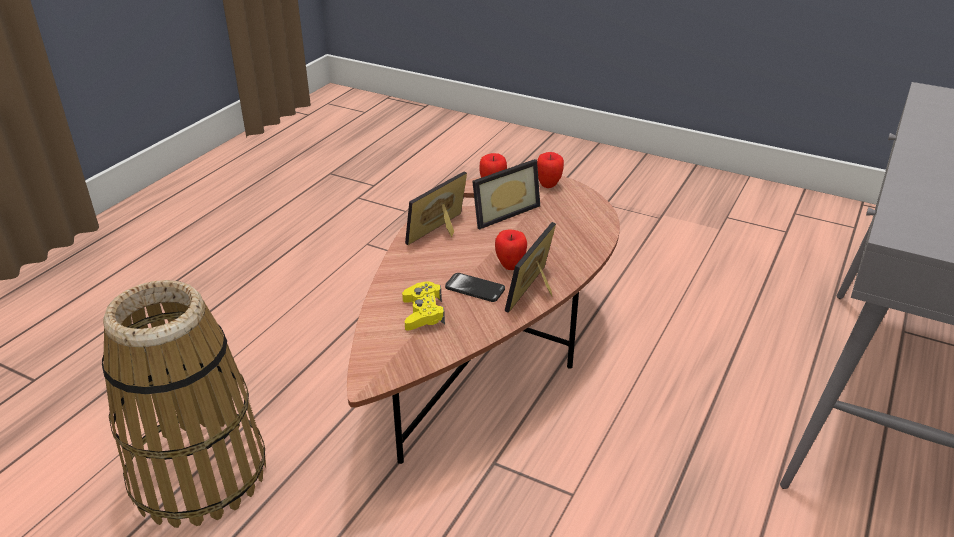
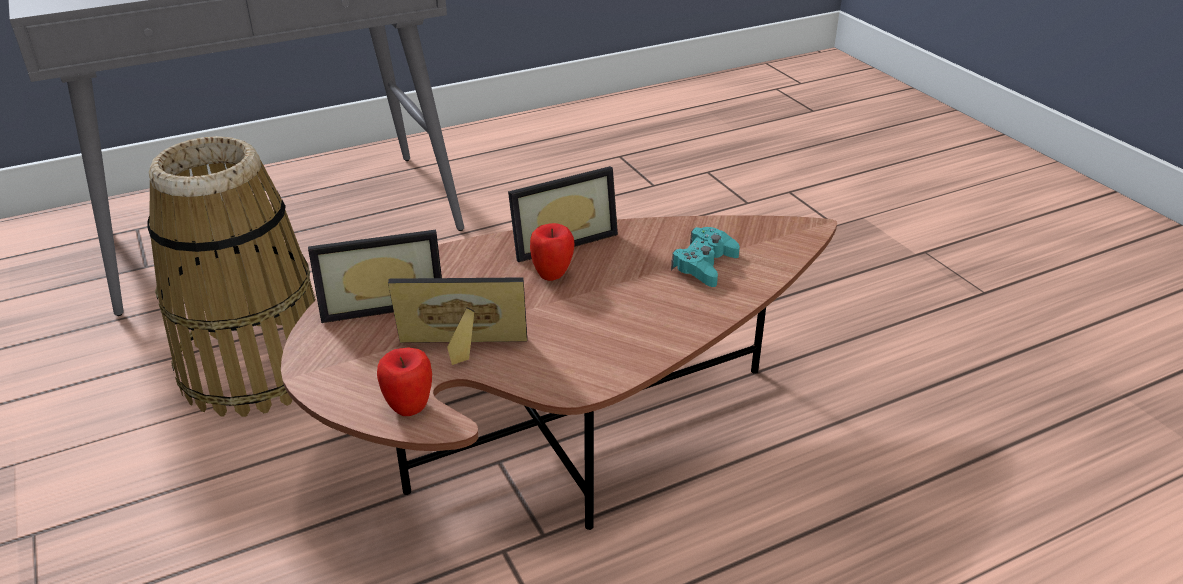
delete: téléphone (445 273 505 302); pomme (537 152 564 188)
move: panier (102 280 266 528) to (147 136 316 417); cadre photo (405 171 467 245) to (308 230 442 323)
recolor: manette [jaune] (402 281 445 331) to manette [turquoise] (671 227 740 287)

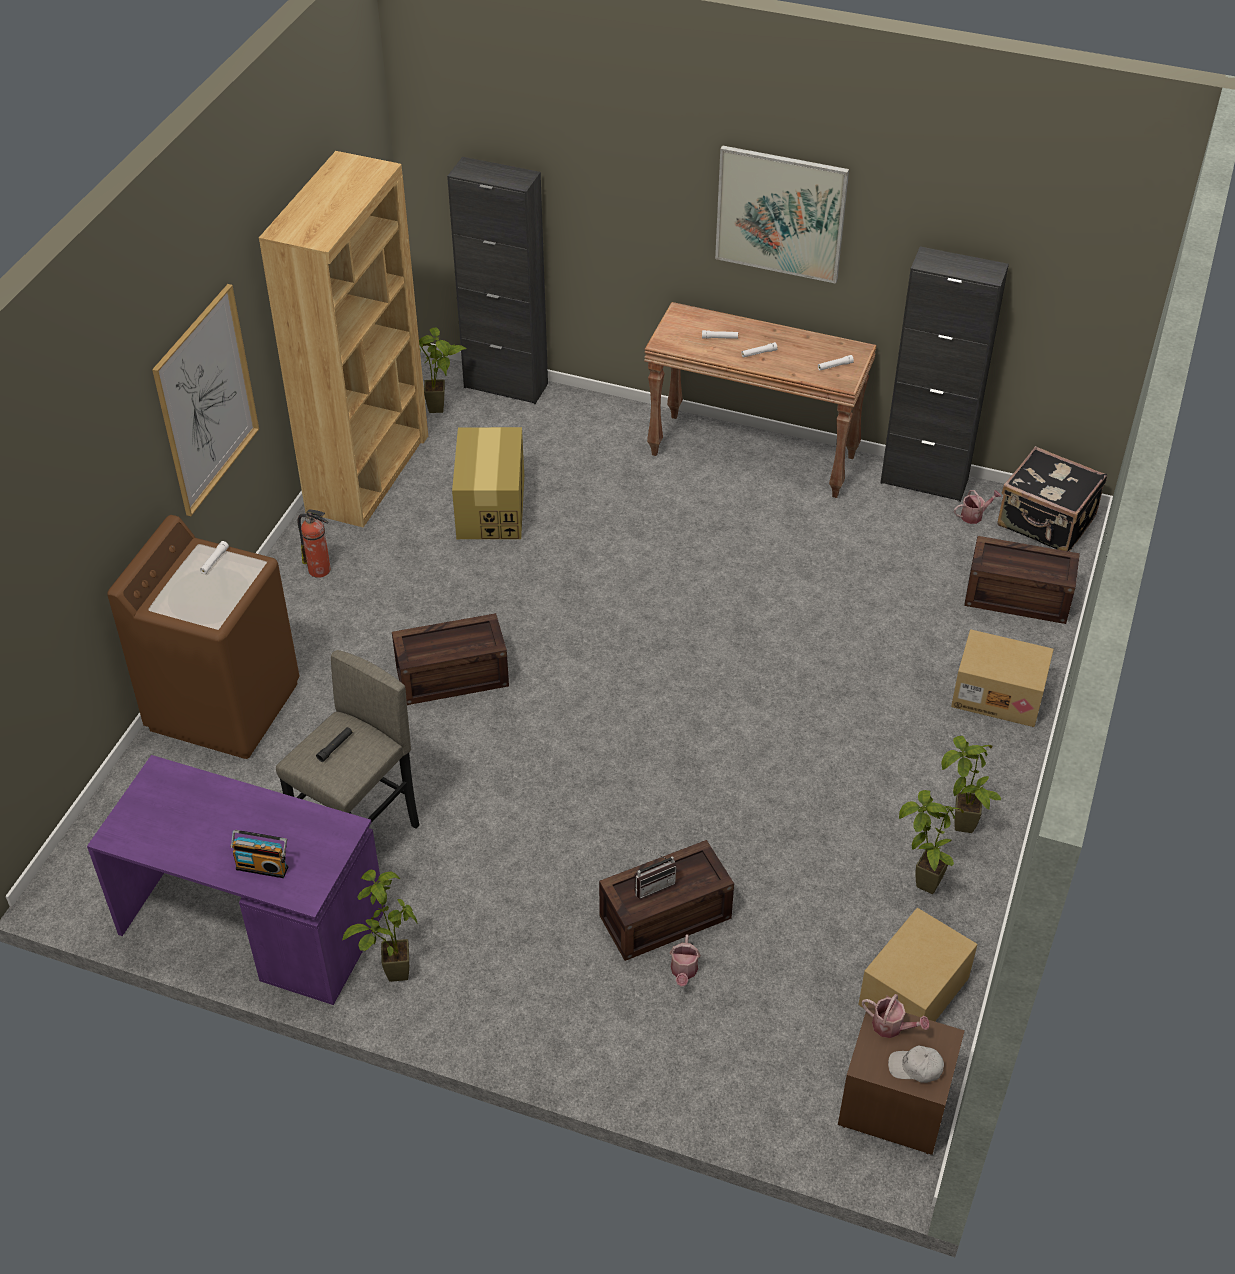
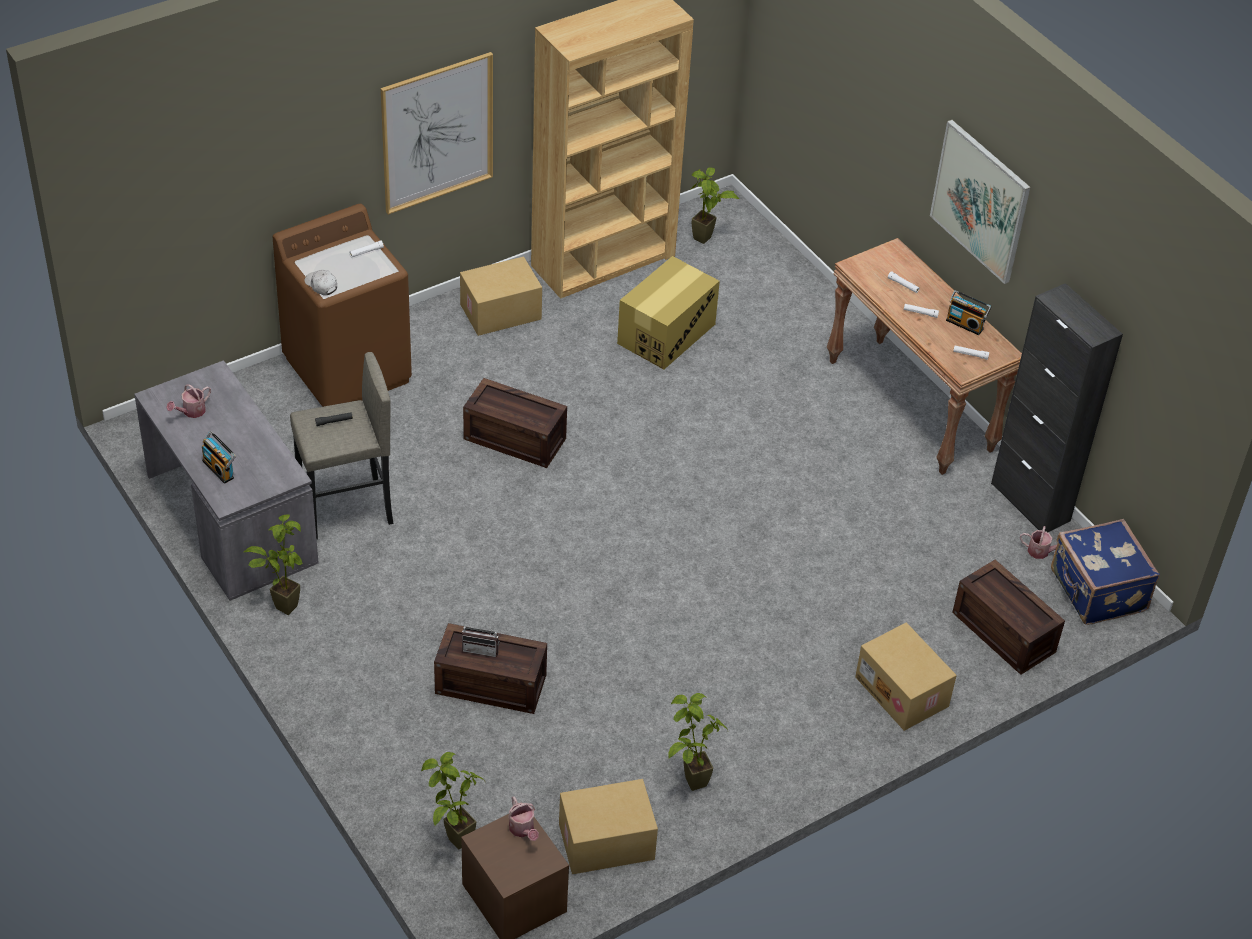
delete: meuble de rangement [noir] (447 157 548 404)
insert: radio (946 290 991 335)
move: arrosoir (670 934 700 987) to (167 384 211 418); casquette [blanc] (888 1045 944 1083) to (304 270 337 296); plante en pot (942 736 1001 833) to (421 752 486 849)
replace: extincteur (298 509 331 578) to carton (460 257 542 336)
recolor: bureau [violet] (87 755 385 1005) to bureau [gris] (134 360 319 601); valise [noir] (997 446 1107 552) to valise [bleu] (1051 519 1160 625)

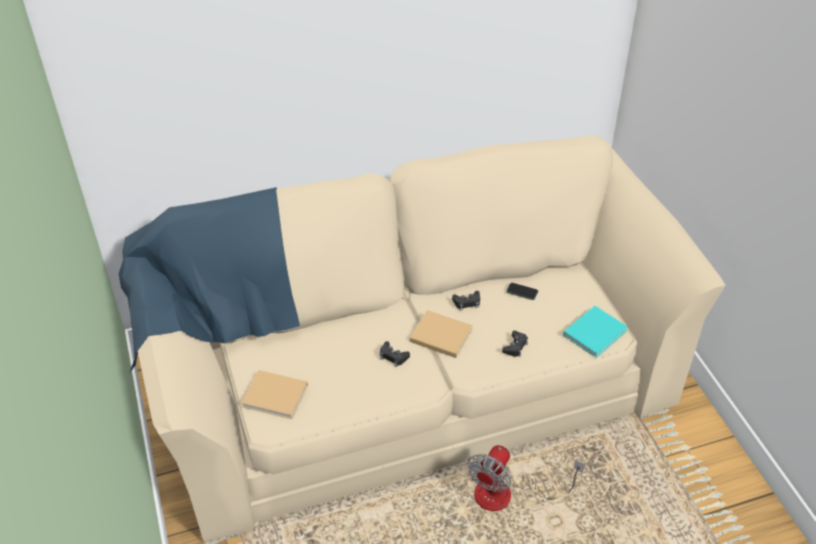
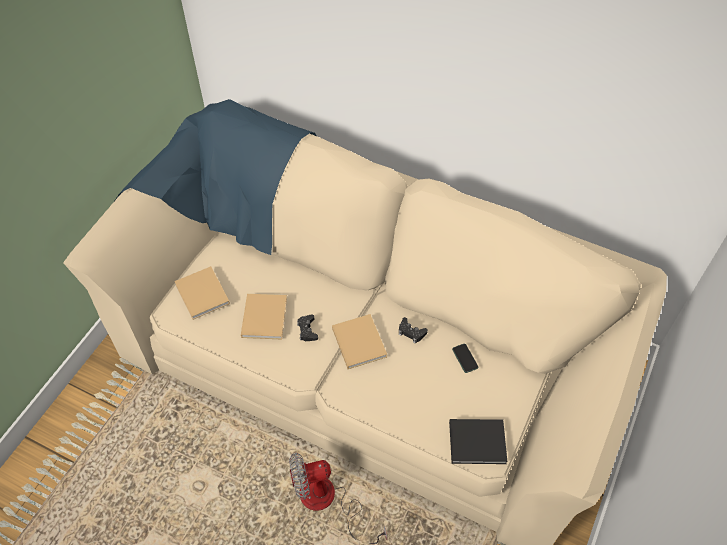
delete: manette [noir] (502 331 528 357)
insert: livre [beige] (241 294 287 340)
recolor: livre [turquoise] (563 306 628 358) to livre [noir] (449 419 507 464)

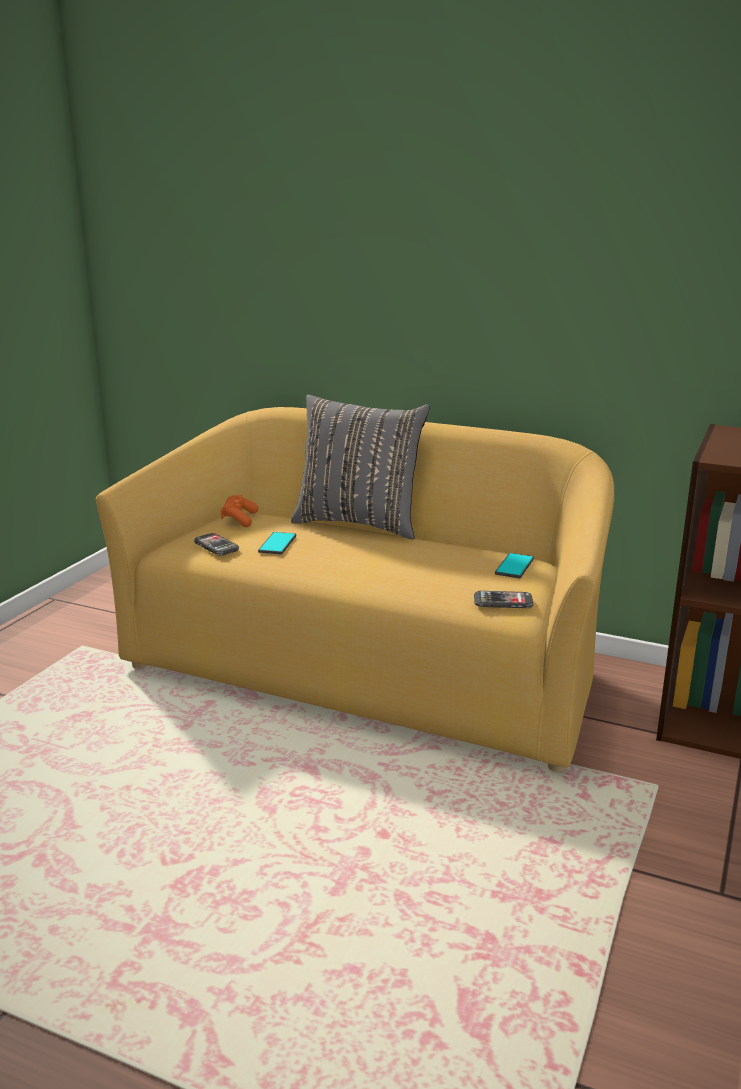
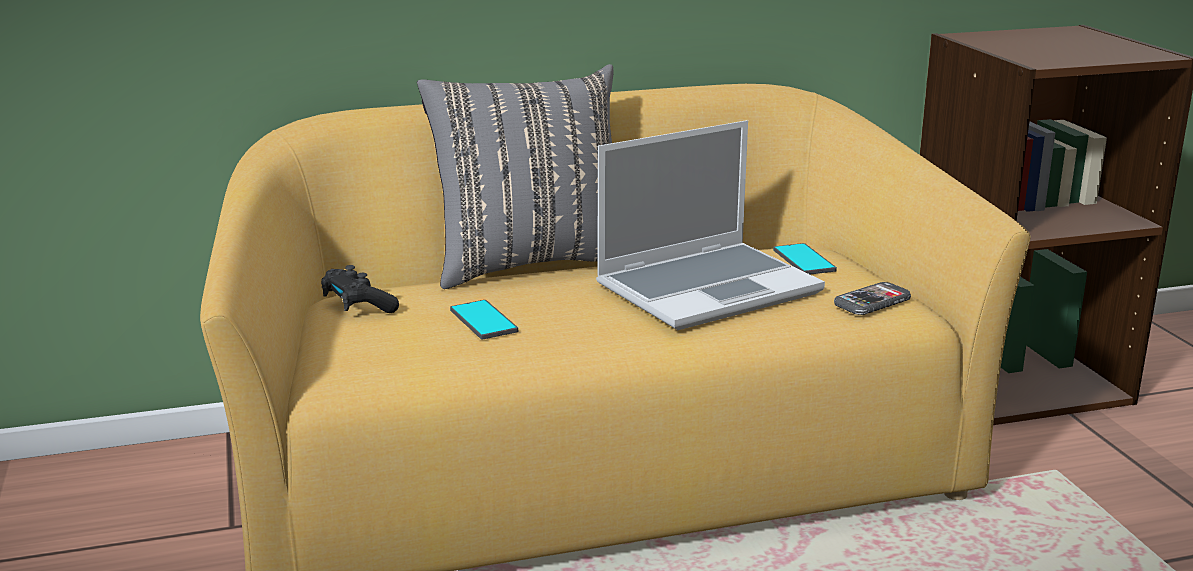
delete: téléphone (194 533 239 555)
insert: ordinateur portable (596 120 825 330)
recolor: manette [orange] (220 495 258 527) to manette [noir] (321 265 399 313)

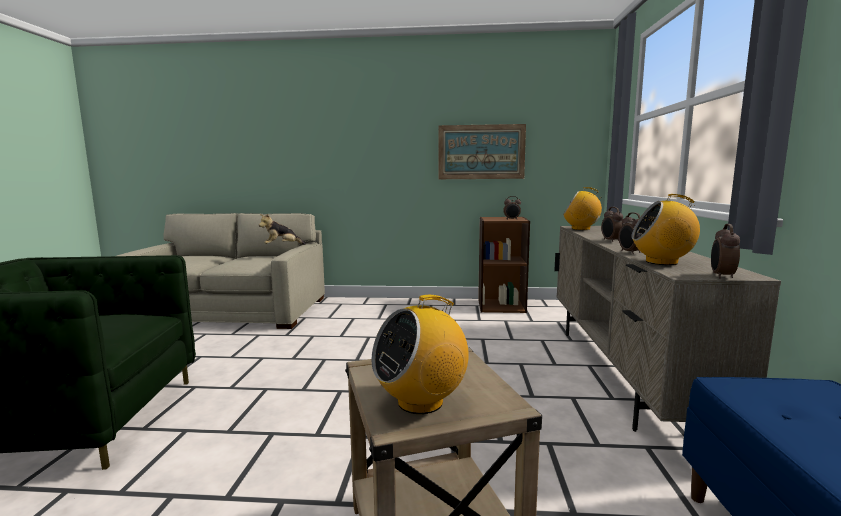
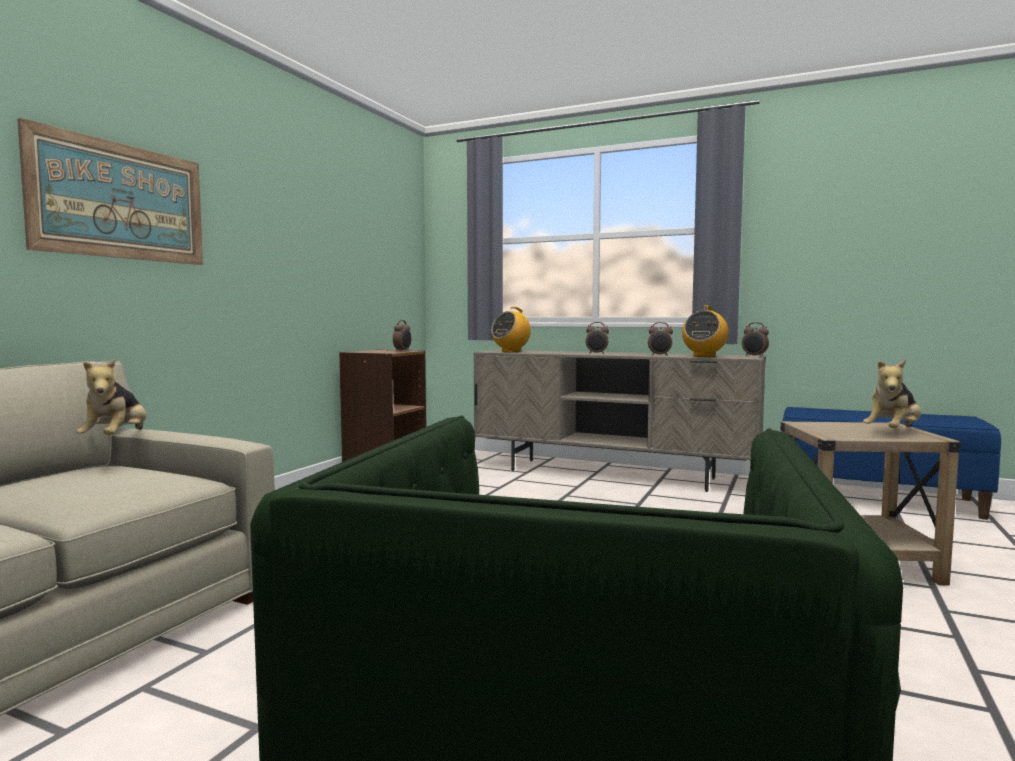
move: tableau (439 124 526 179) to (17 118 203 265)
replace: radio (371 295 468 414) to peluche (863 359 921 428)

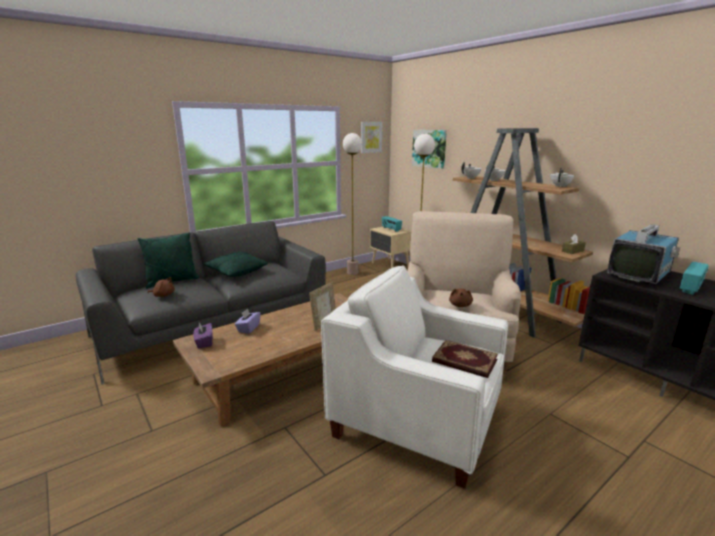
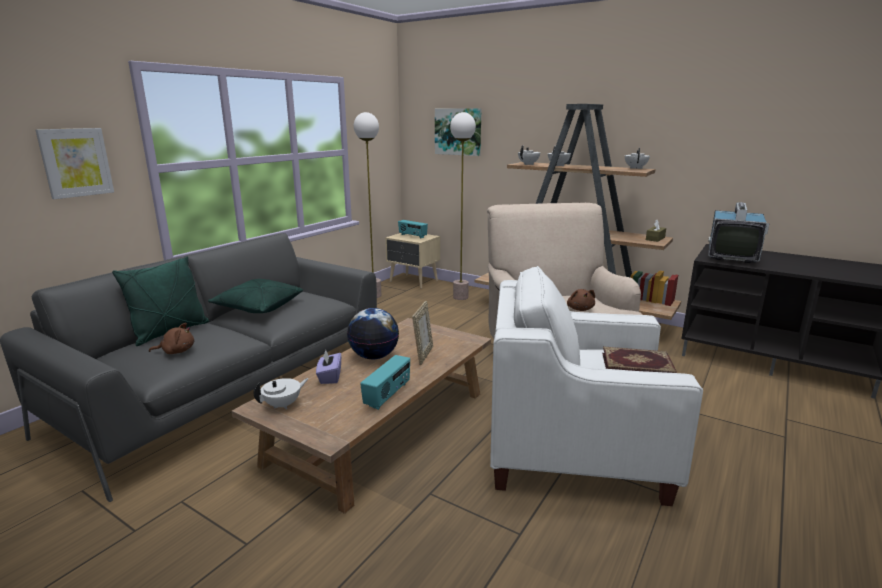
insert: globe (347 308 399 359)
move: tableau (361 122 382 153) to (35 128 114 199); radio (680 262 709 295) to (360 355 410 410)
replace: boîte à mouchoirs [violet] (193 322 213 348) to théière [blanc] (253 378 309 410)

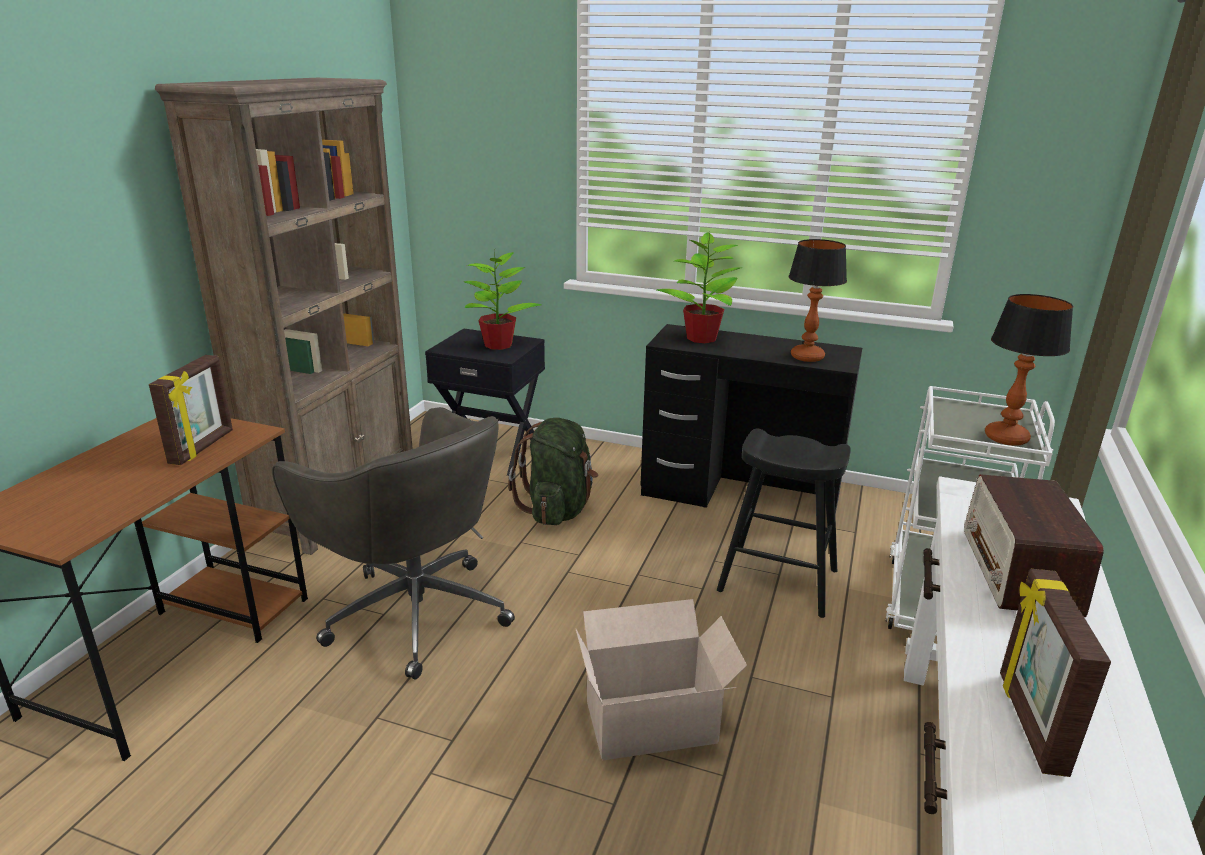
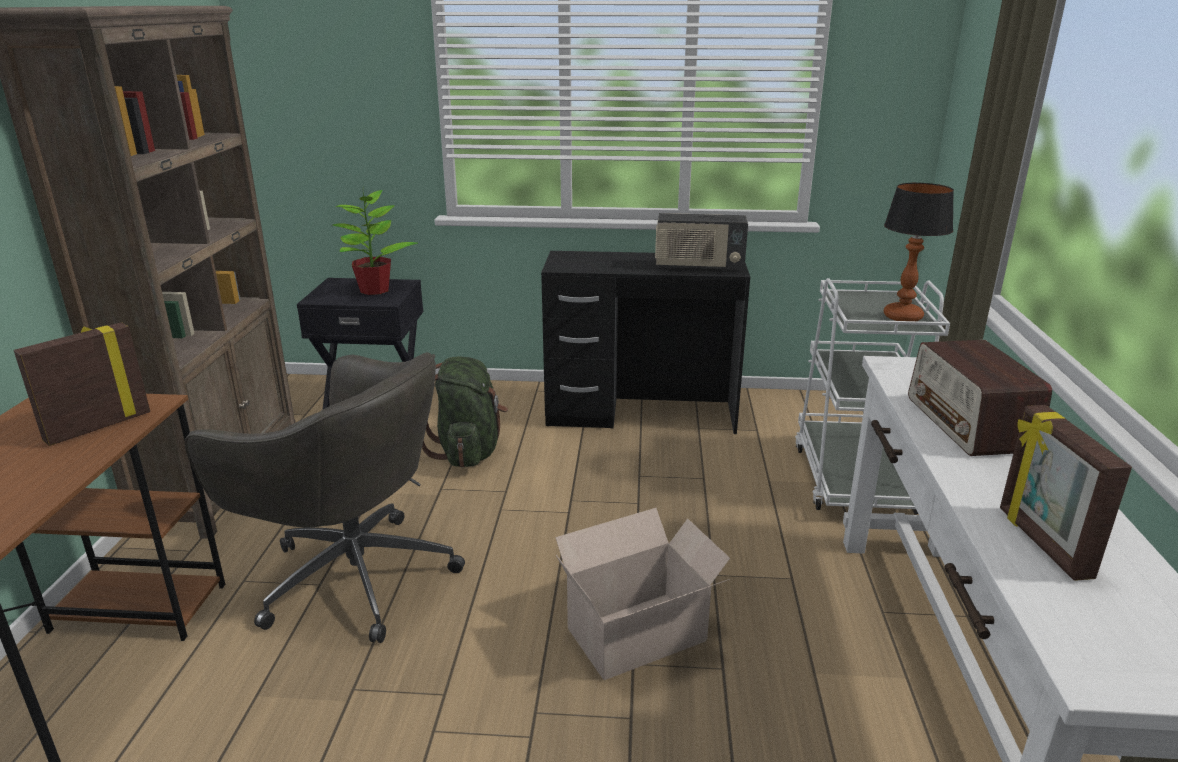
delete: plante en pot (657 232 741 343); tabouret [noir] (717 429 851 618)
replace: lampe de table (788 239 847 362) to radio (655 213 748 271)
rotate: cadre photo (149 355 233 465) = (14 322 150 446) 135 degrees counterclockwise

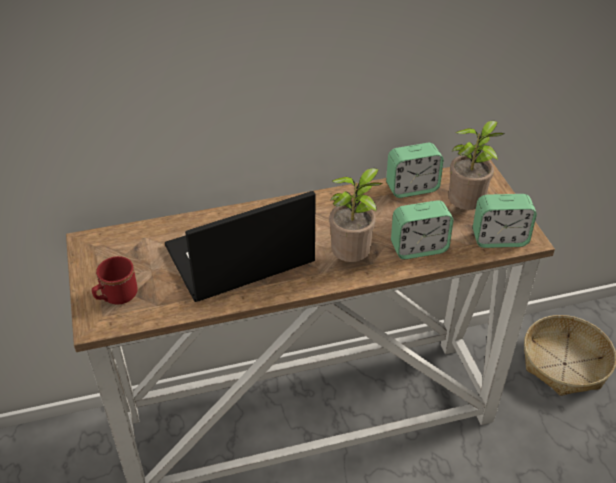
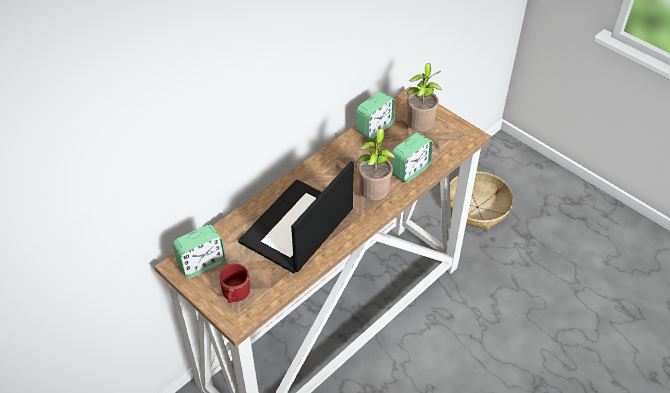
move: réveil (473 194 537 248) to (173 225 226 278)

